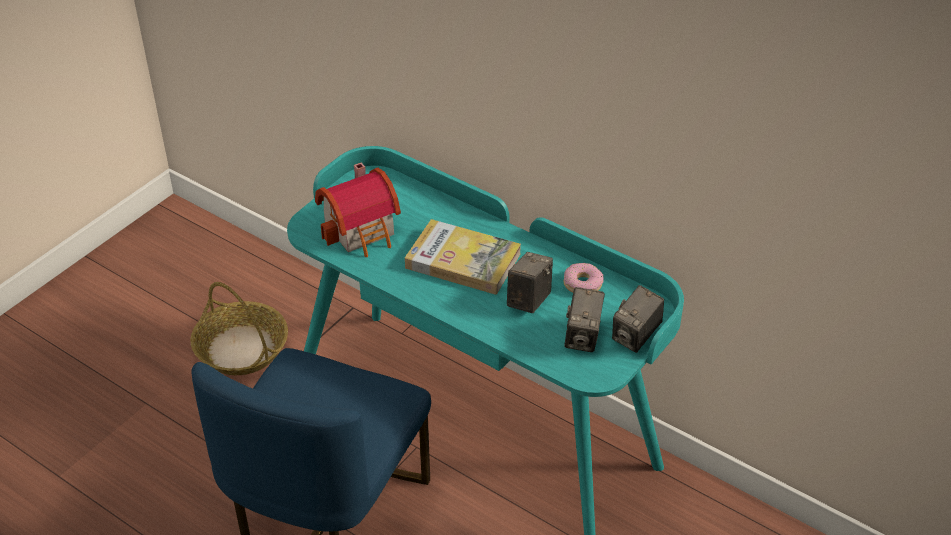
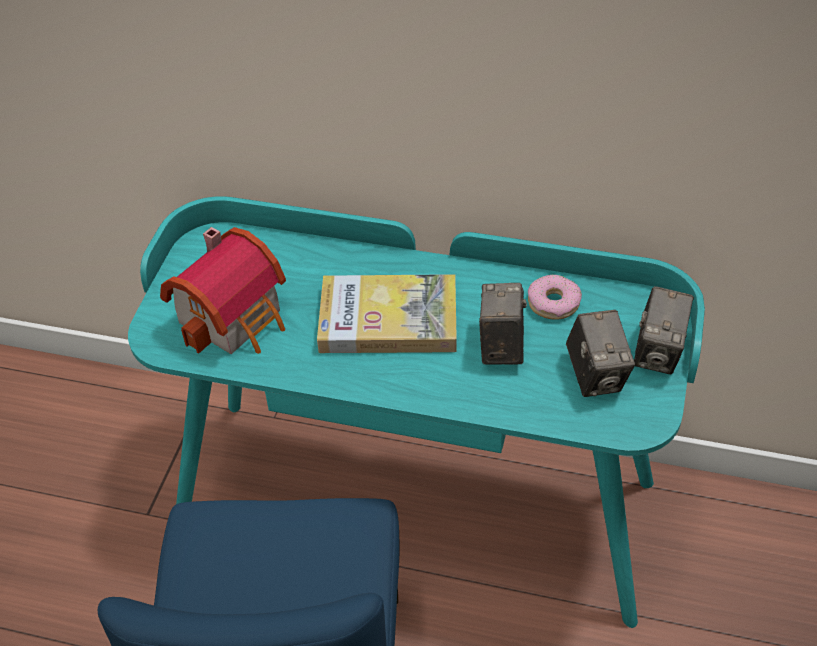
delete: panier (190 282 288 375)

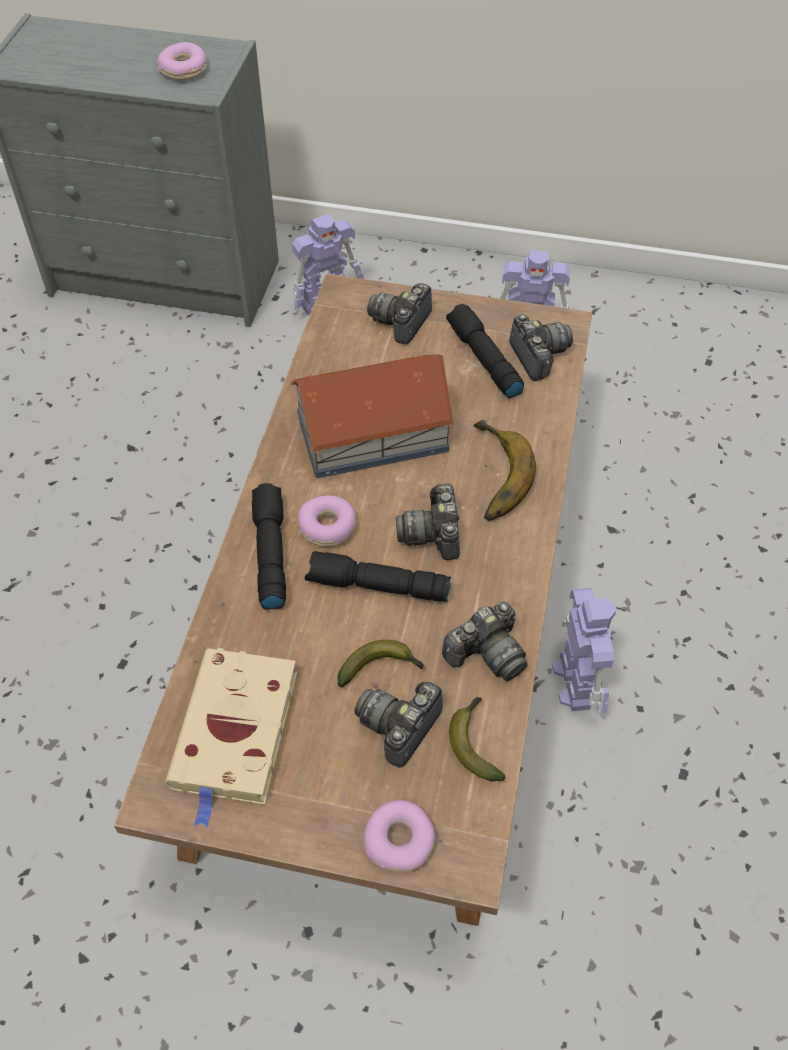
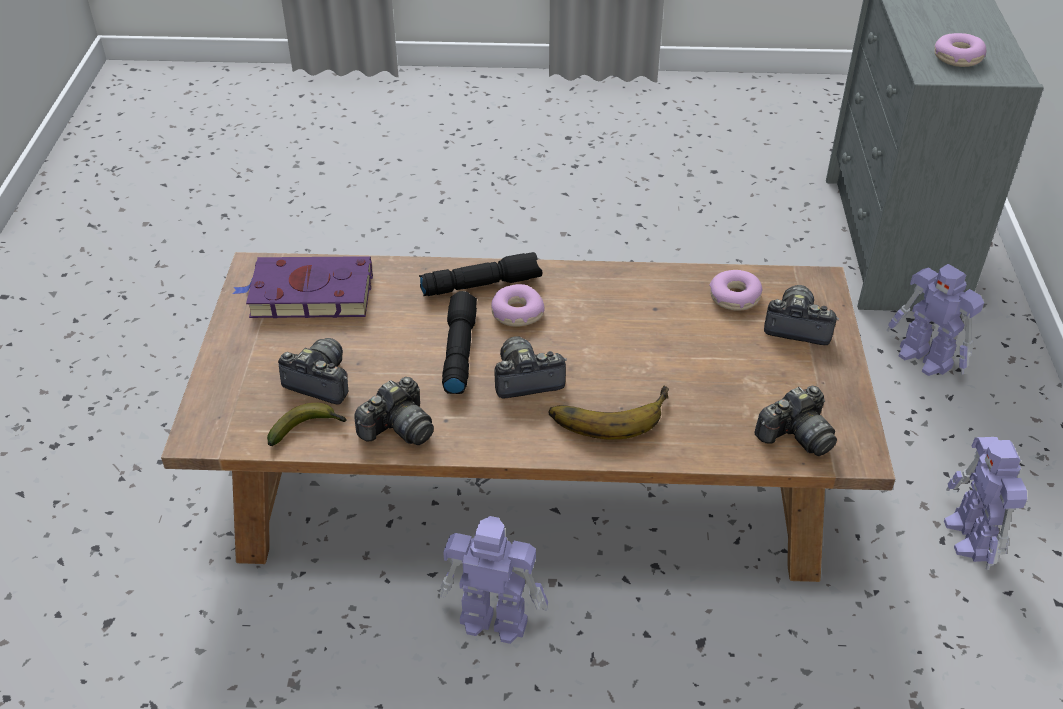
delete: maison miniature (290 354 456 478); banane (338 640 425 687); lampe de poche [noir] (446 304 524 398)
move: beignet (364 800 436 872) to (709 270 763 311)
recolor: livre [beige] (165 648 297 827) to livre [violet] (232 256 373 318)
rotate: appareil photo (442 602 528 681) = (354 377 434 445) 90 degrees counterclockwise; robot jouet (552 588 616 718) = (439 516 548 644) 150 degrees counterclockwise

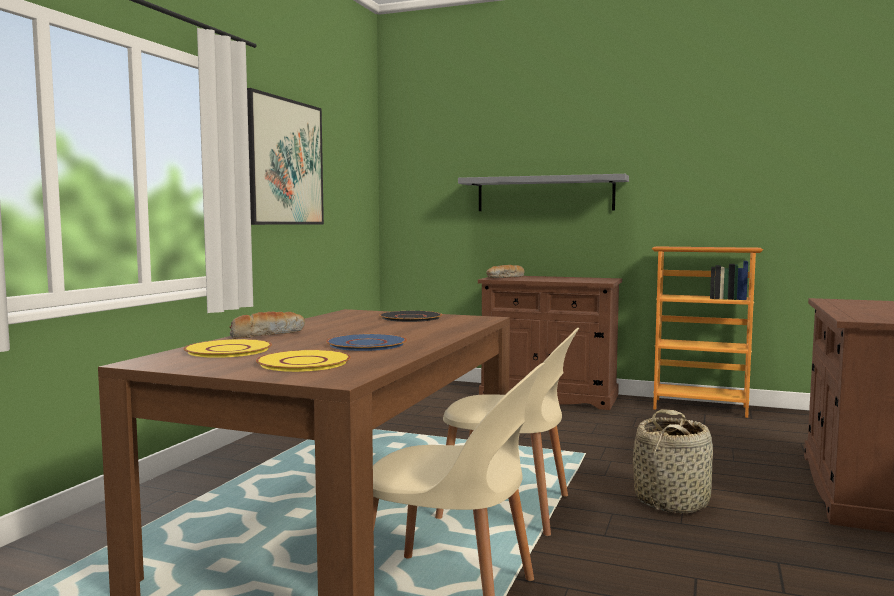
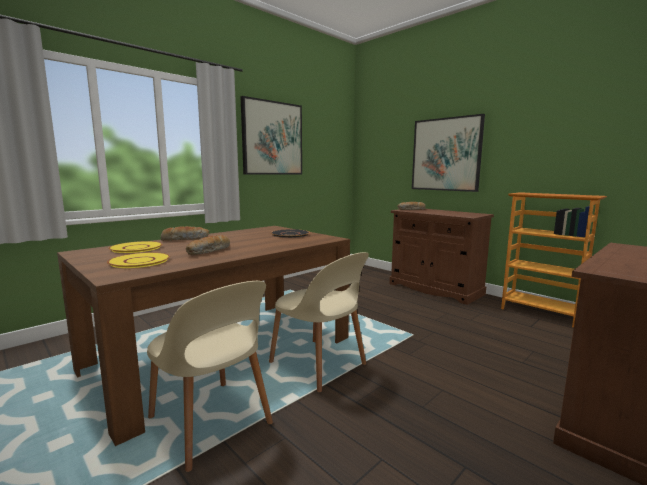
delete: panier (633 410 713 514)
replace: assiette [bleu] (326 334 407 351) to pain (186 235 230 255); étagère [gris] (458 174 629 211) to tableau (412 114 485 192)

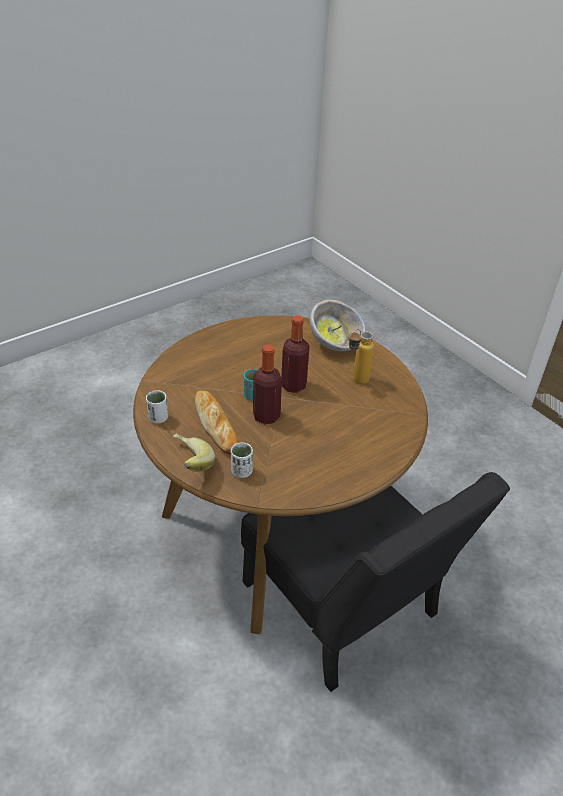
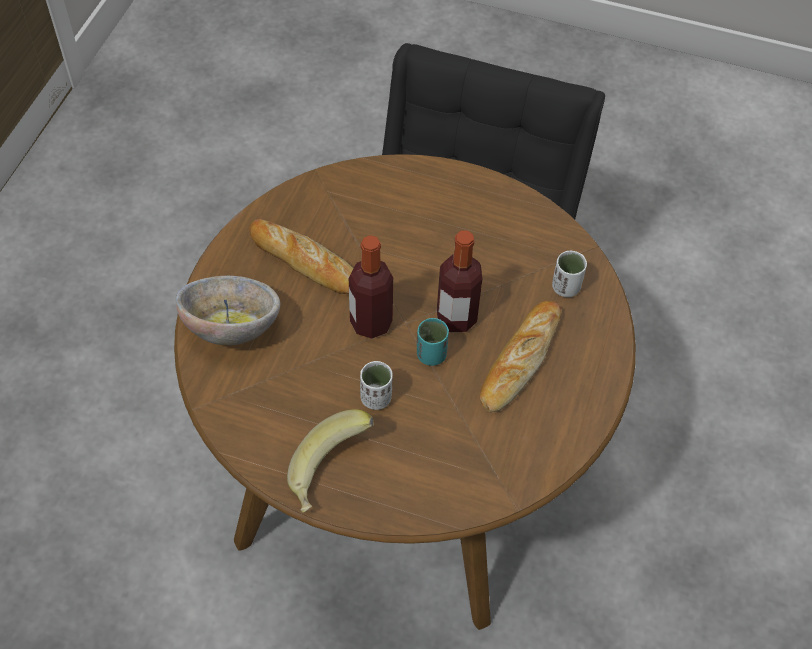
move: tasse [blanc] (146 390 168 423) to (360 361 393 410); banane (173 433 215 472) to (287 409 374 513)
replace: bouteille (348 329 374 384) to pain (249 219 353 294)

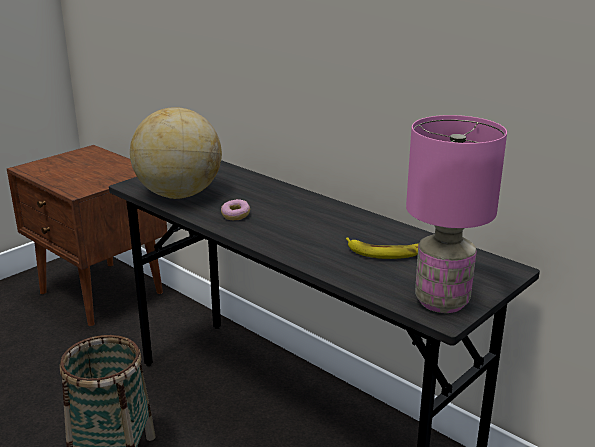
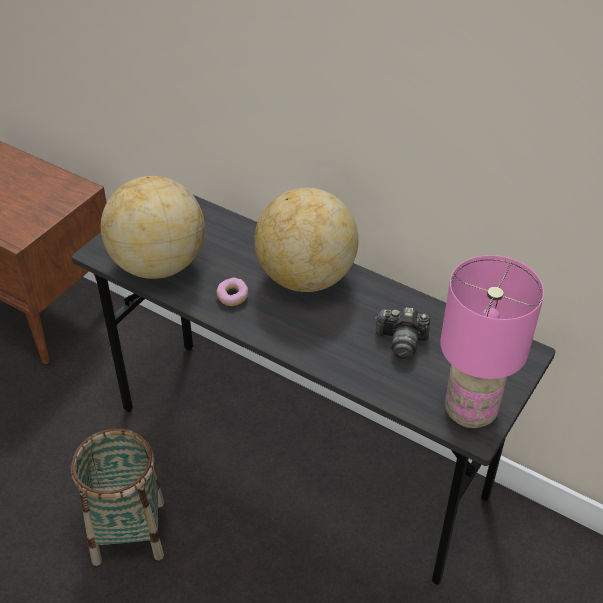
insert: globe (254 188 359 292)
replace: banane (346 238 419 259) to appareil photo (375 307 430 359)

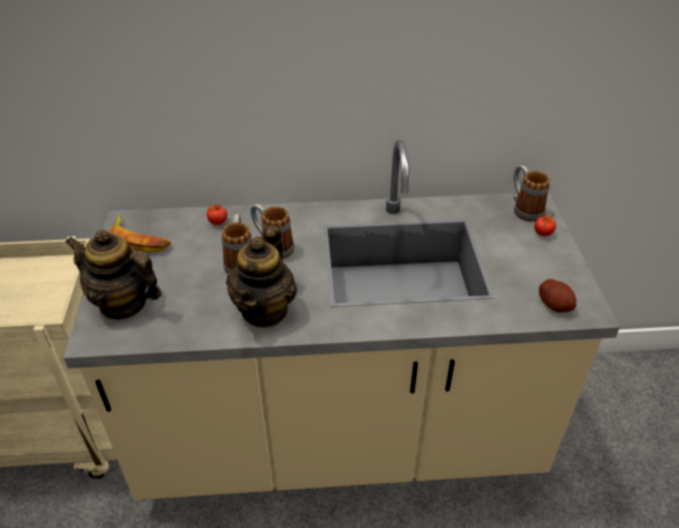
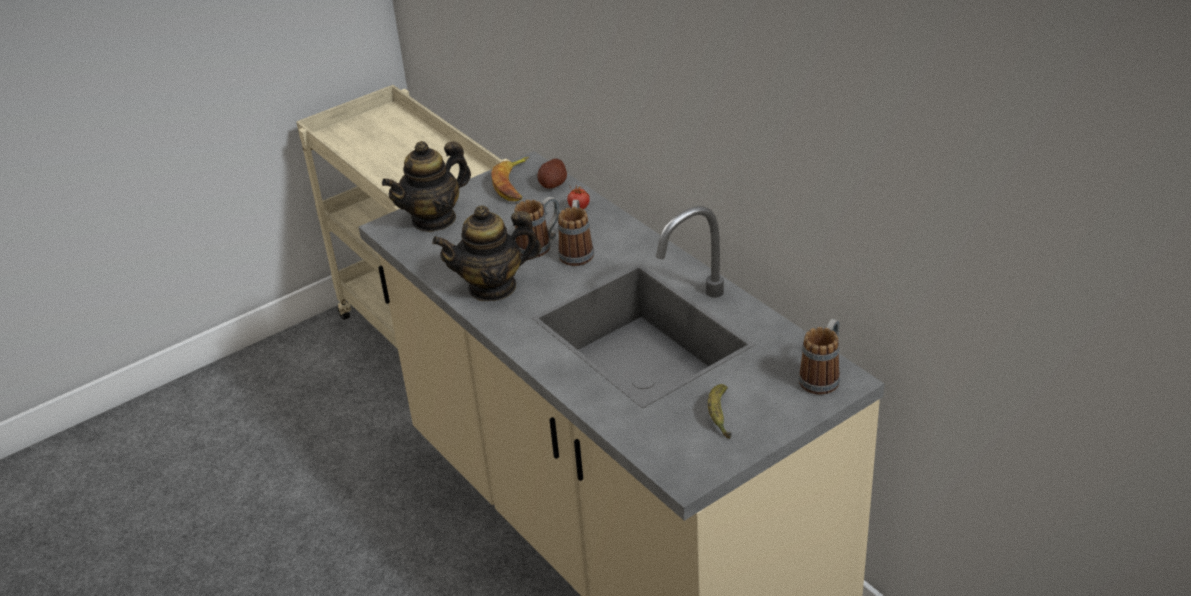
delete: tomate (534 212 556 236)
insert: banane (708 384 731 439)
move: pomme de terre (539 279 577 313) to (537 159 567 189)
rotate: théière (65 230 162 320) = (382 141 471 232) 120 degrees counterclockwise

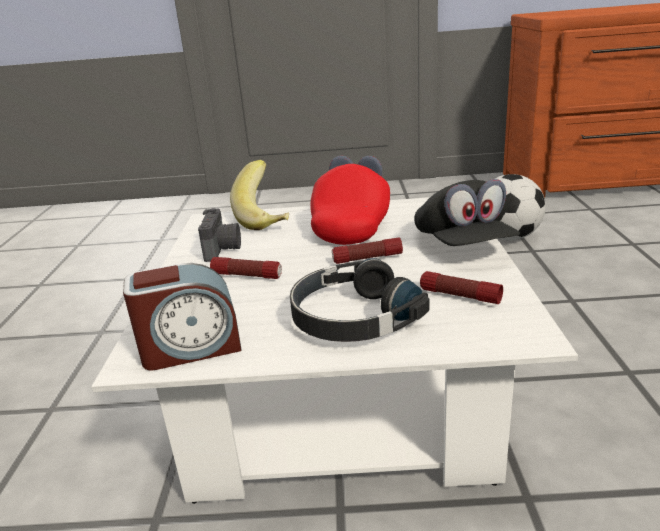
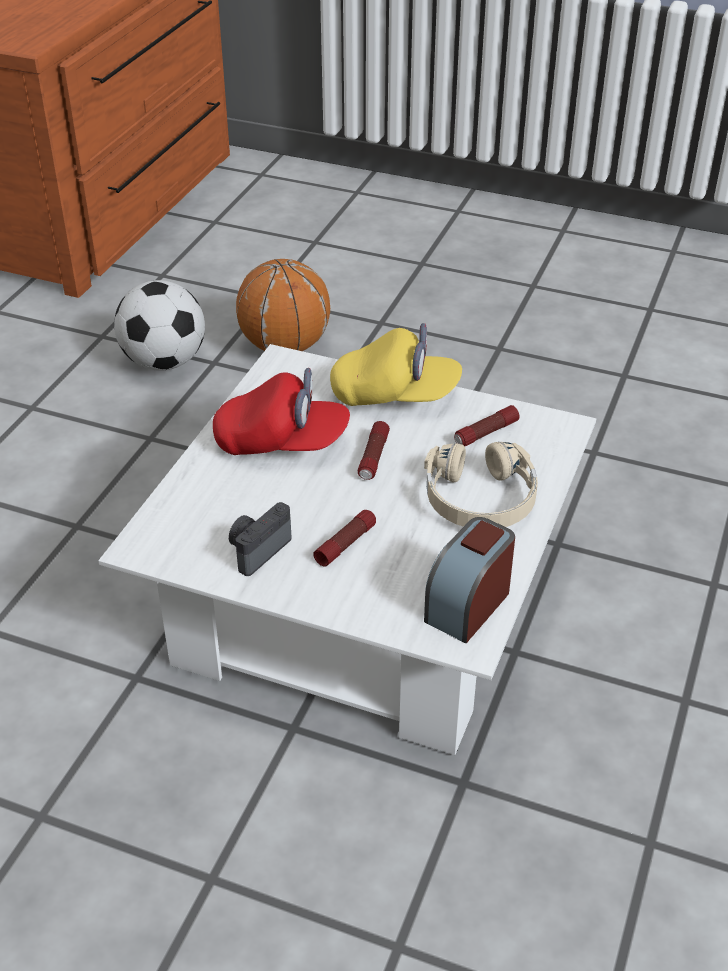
delete: banane (230 160 289 230)
insert: ballon de basket (236 259 330 351)
recolor: casque audio [noir] (290 258 430 342) to casque audio [beige] (424 442 538 527); casquette [noir] (414 179 520 246) to casquette [jaune] (330 323 462 406)
rotate: réveil (123 263 242 370) = (424 517 515 643) 150 degrees counterclockwise; appareil photo (198 208 241 262) = (229 502 291 576) 75 degrees counterclockwise; casquette [rouge] (310 155 390 245) = (213 368 350 455) 150 degrees clockwise

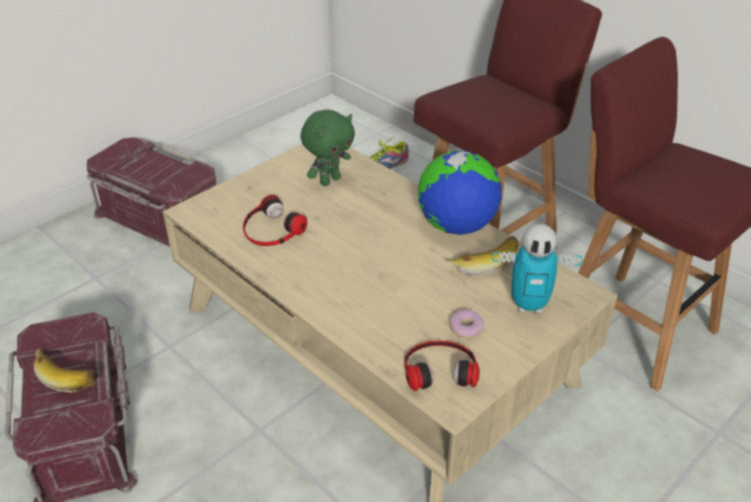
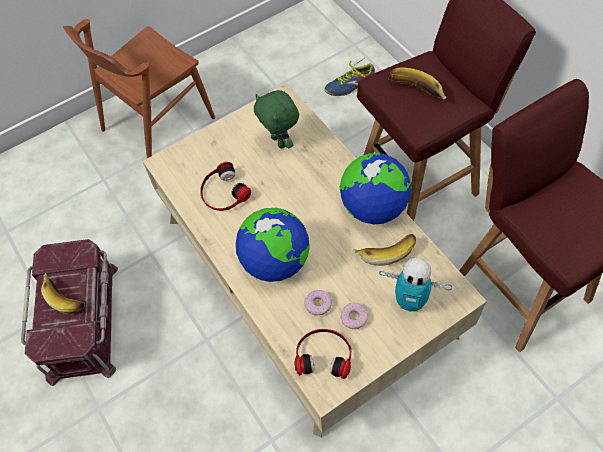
insert: globe (236 208 310 282); beignet (304 290 332 315); banane (389 67 446 100)
replace: boîte de rangement [rouge] (86 137 216 247) to chaise [marron] (63 19 215 158)
rotate: peluche [vert] (300 109 355 186) = (254 90 299 149) 90 degrees clockwise

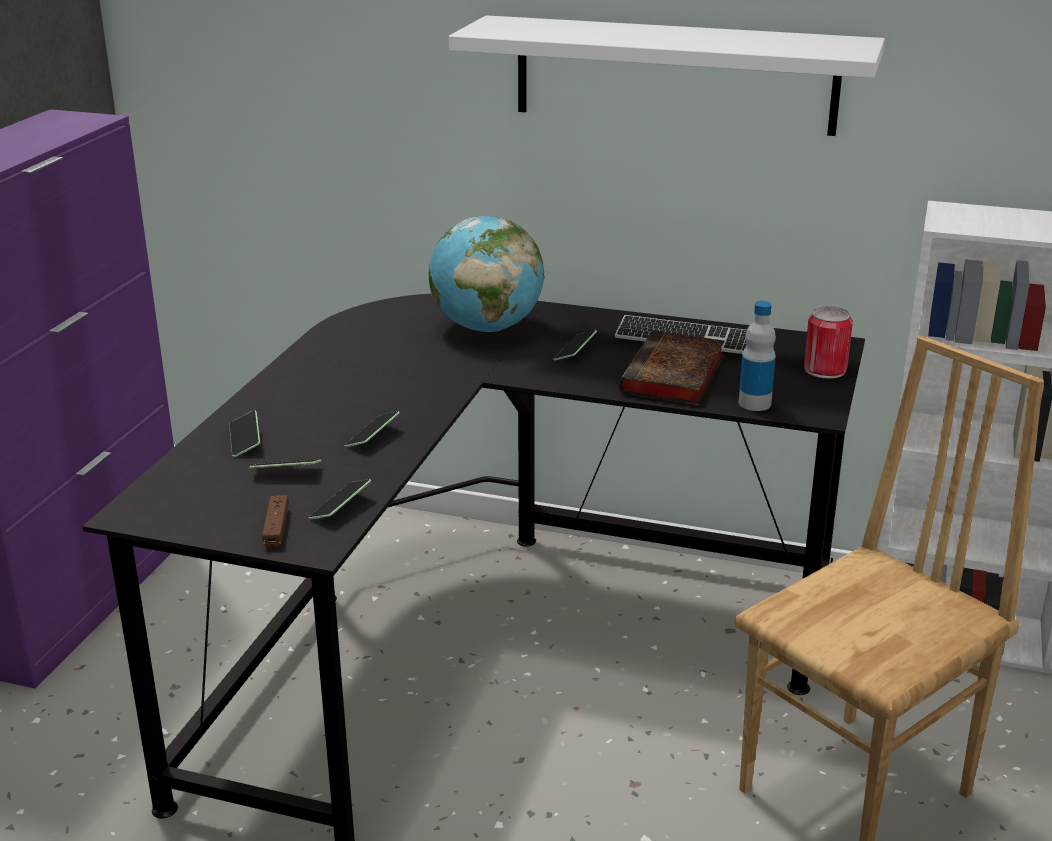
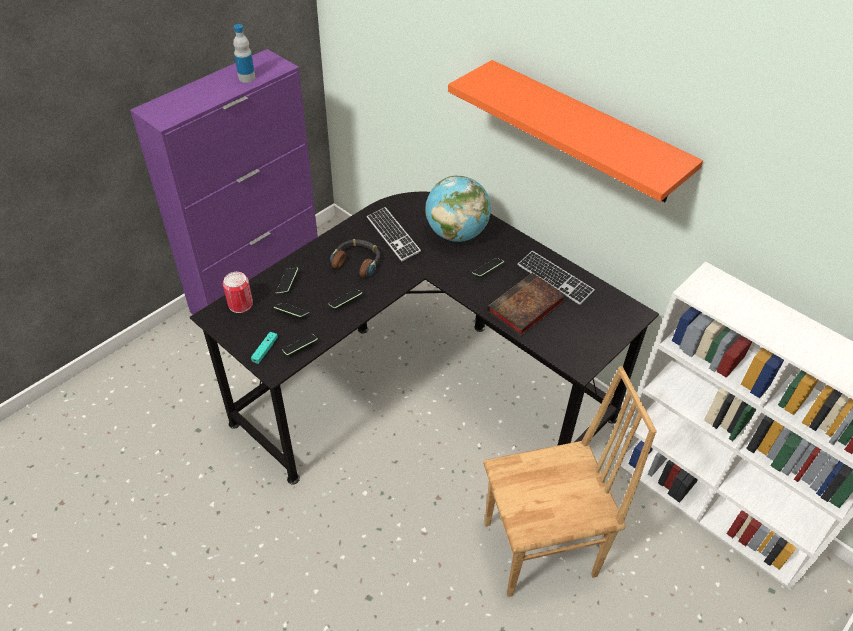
insert: casque audio (330 239 380 277); clavier (367 207 421 261)
move: bouteille (739 301 776 411) to (233 24 255 83); boîte métallique (804 306 853 378) to (223 272 253 313)
recolor: manette [marron] (262 495 289 548) to manette [turquoise] (251 332 278 364); étagère [blanc] (449 15 885 136) to étagère [orange] (448 60 703 202)

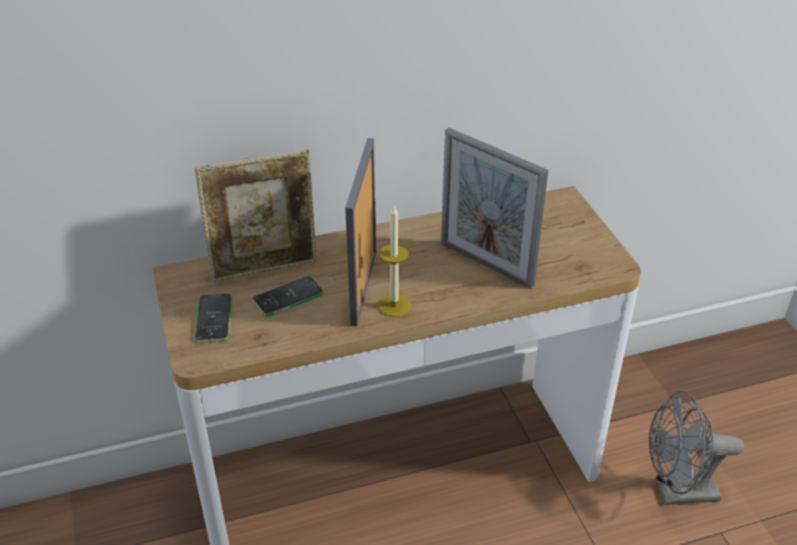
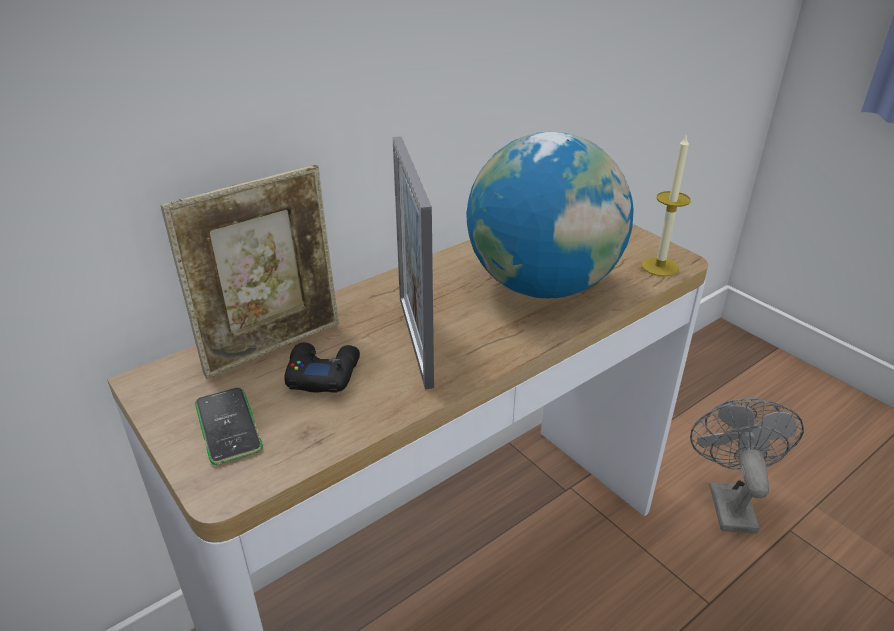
move: bougie (378 206 411 317) to (642 133 691 276)
replace: téléphone (252 276 323 317) to manette [noir] (284 342 360 393); cadre photo (441 128 548 289) to globe (466 132 634 298)
rotate: ventilateur [gris] (649 391 744 505) = (690 397 804 534) 120 degrees clockwise

